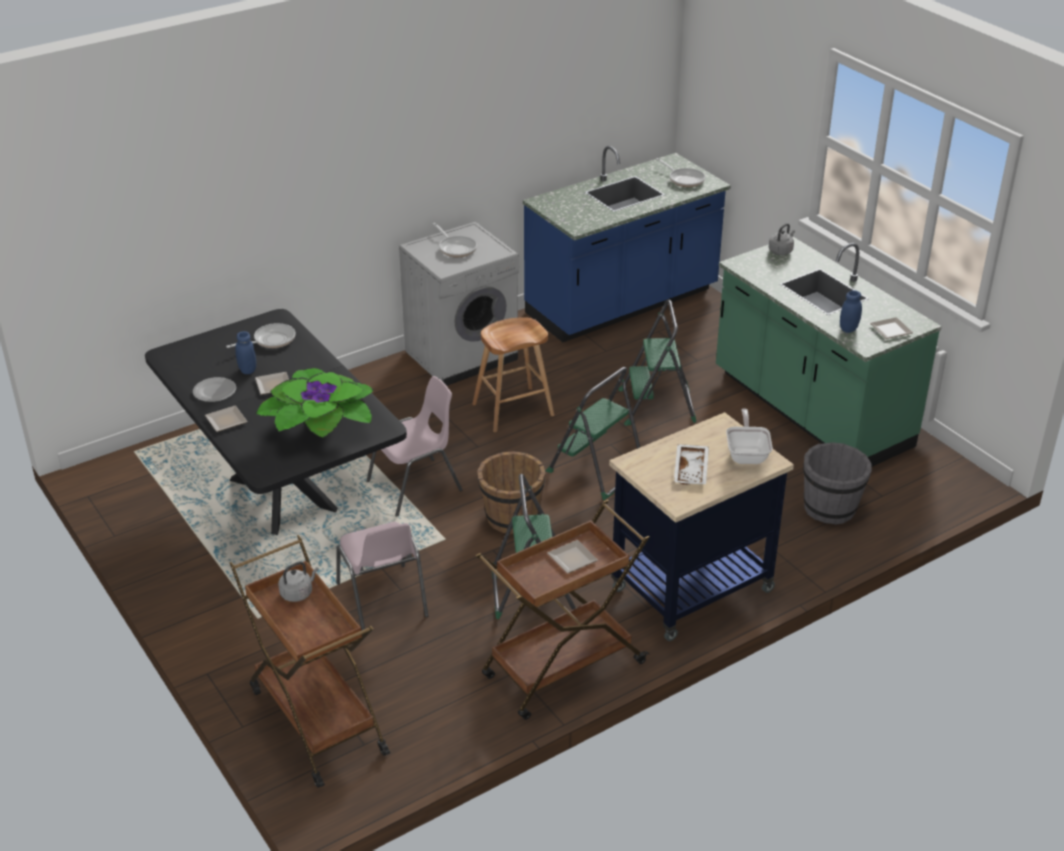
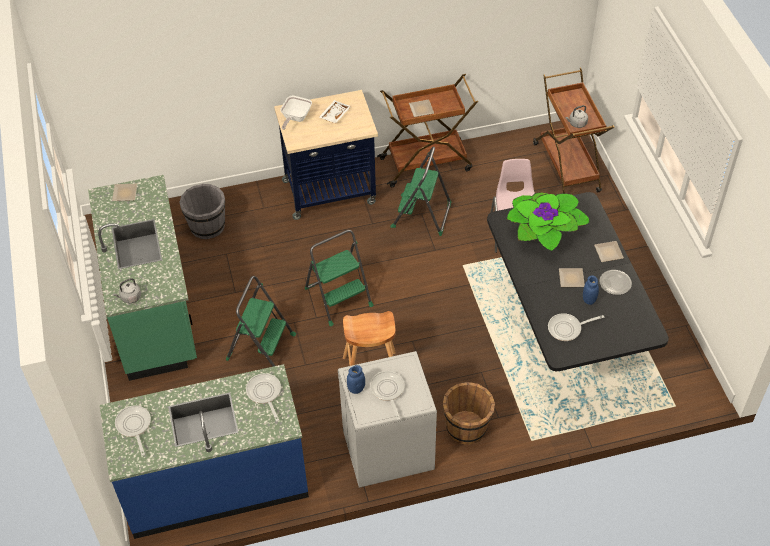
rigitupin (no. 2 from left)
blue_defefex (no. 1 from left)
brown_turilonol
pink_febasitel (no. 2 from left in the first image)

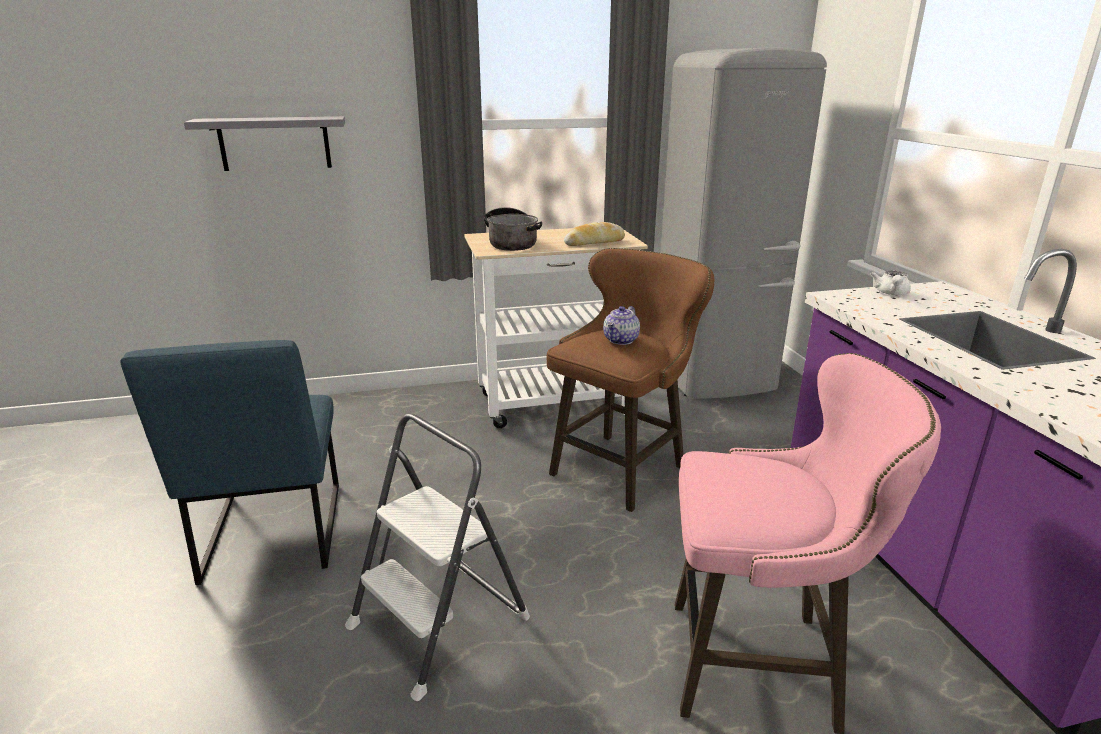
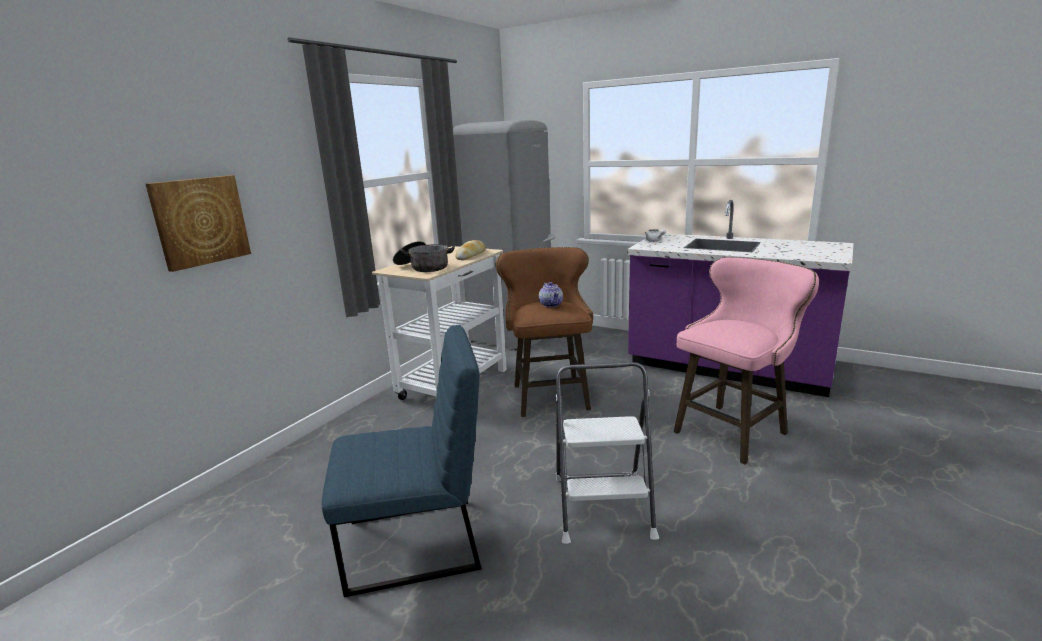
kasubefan
blue_febasitel

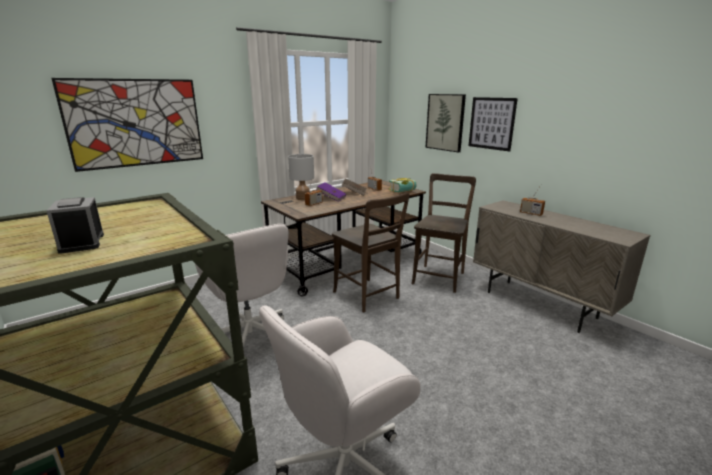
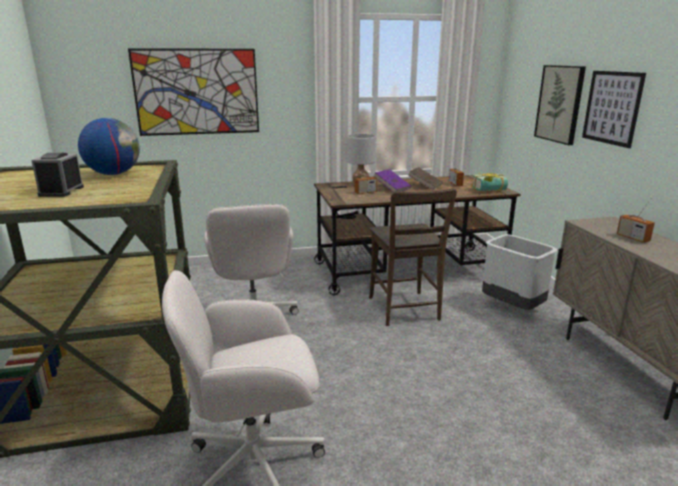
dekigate
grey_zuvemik

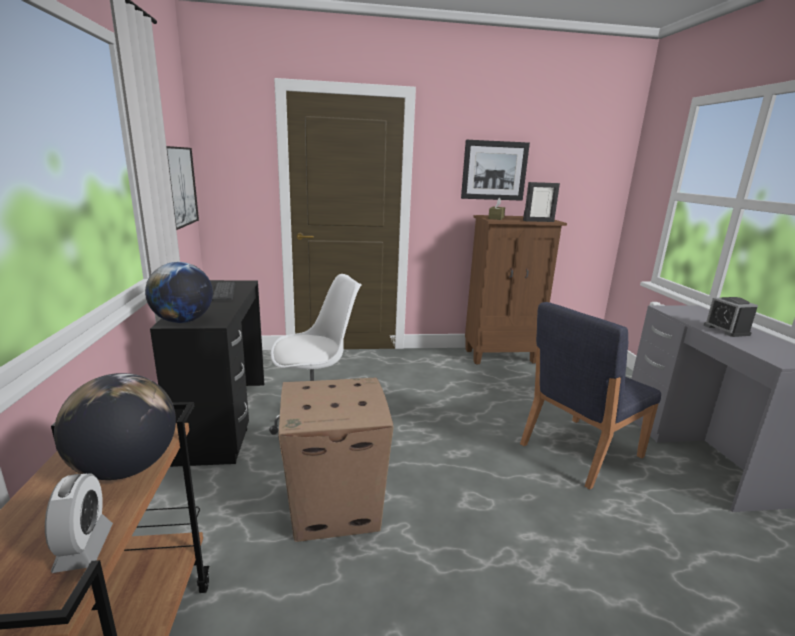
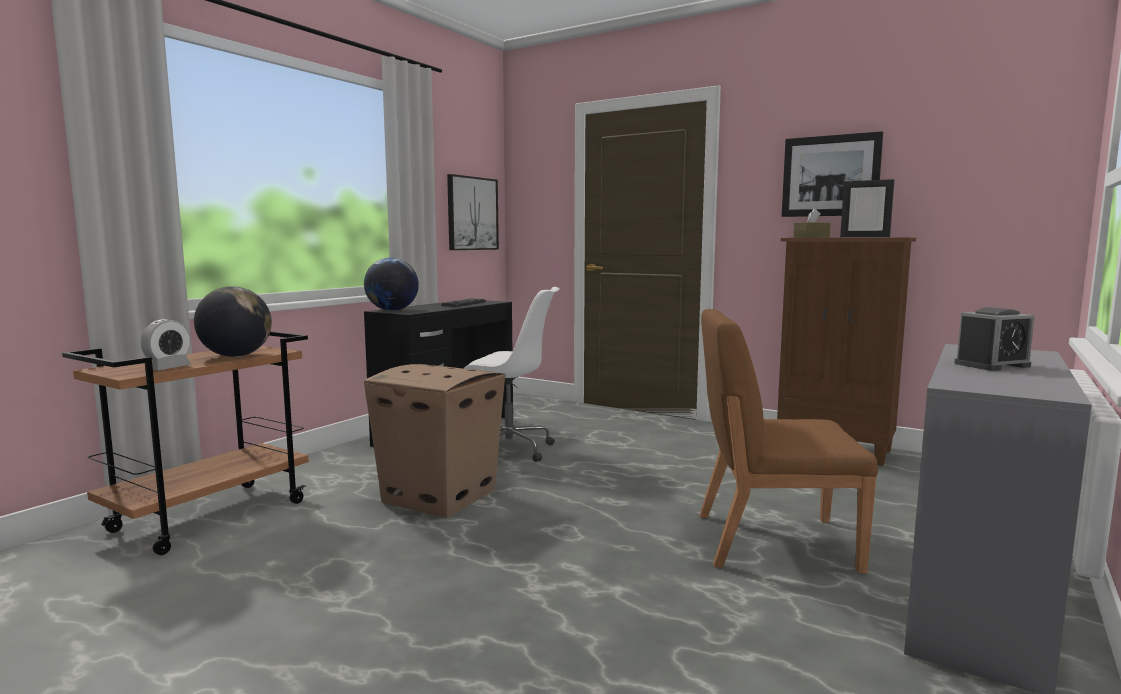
brown_febasitel
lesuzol (no. 2 from left)

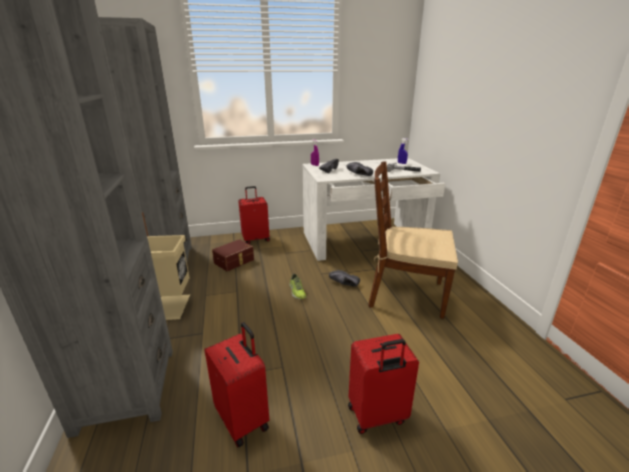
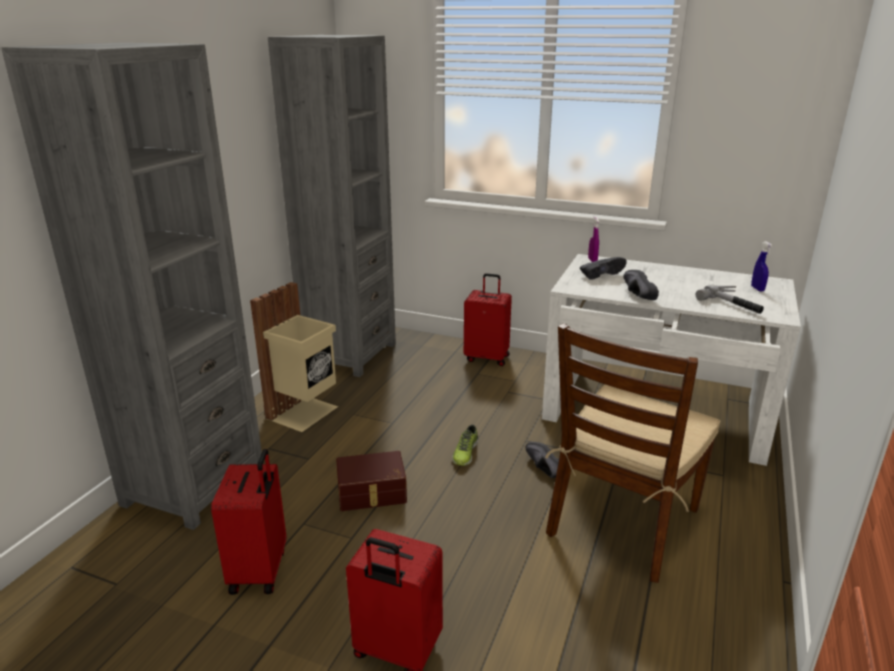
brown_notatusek
brown_febasitel

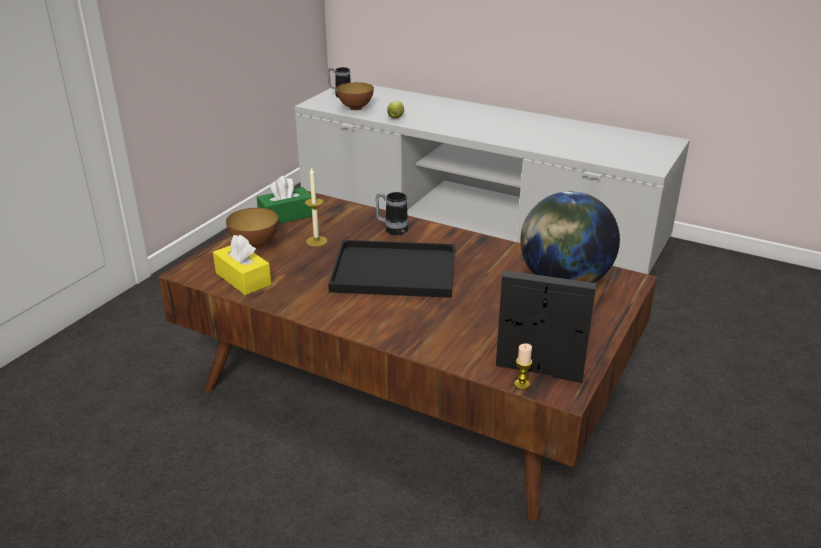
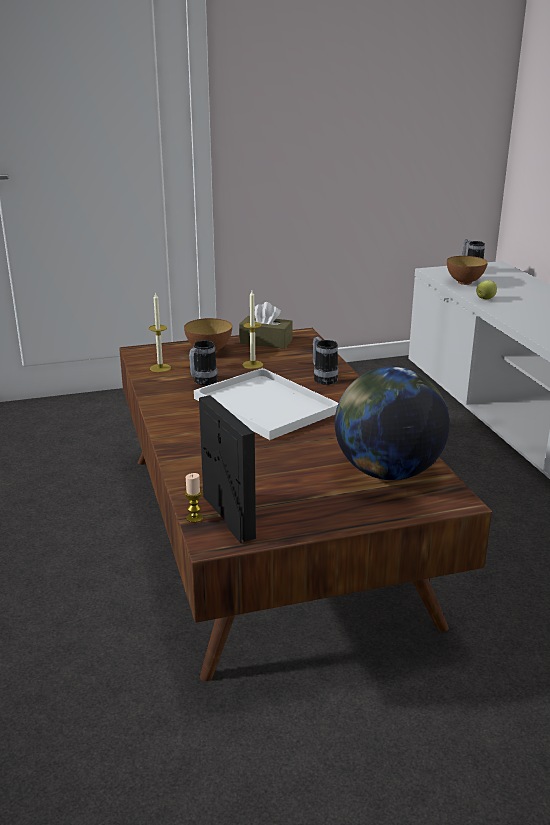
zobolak (no. 1 from left)
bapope (no. 1 from left)
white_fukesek
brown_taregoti

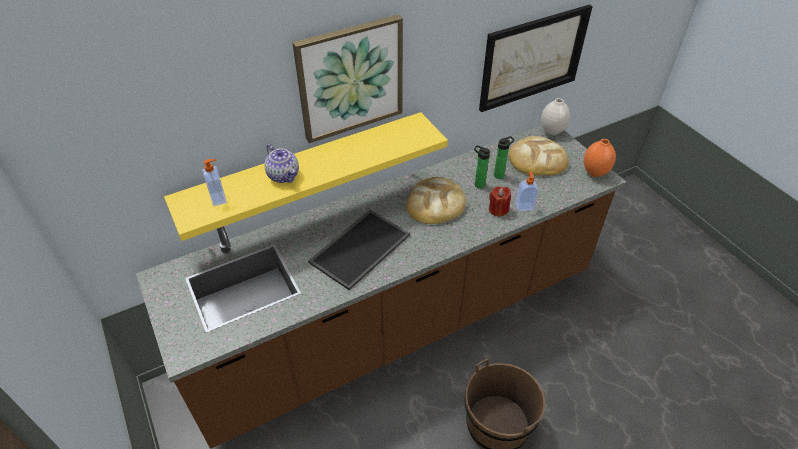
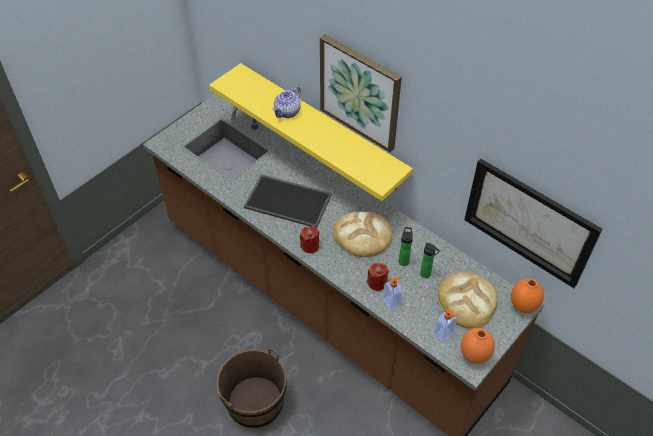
red_zobolak (no. 1 from left)
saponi (no. 2 from left)
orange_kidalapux (no. 2 from left)

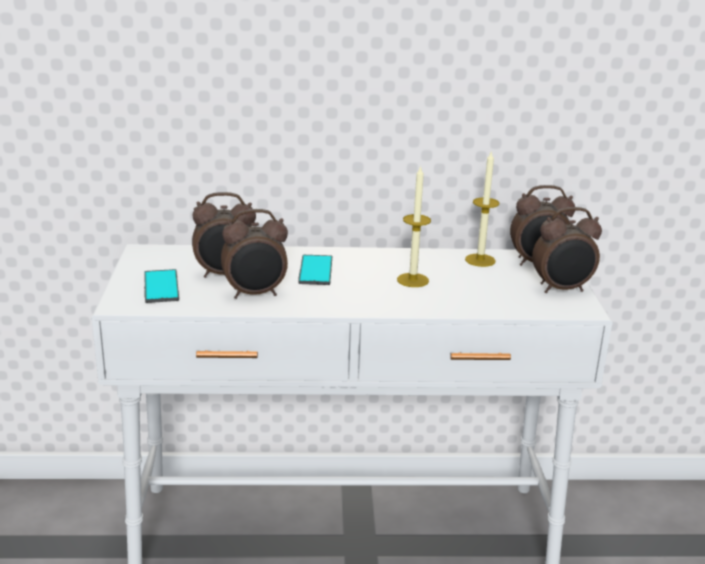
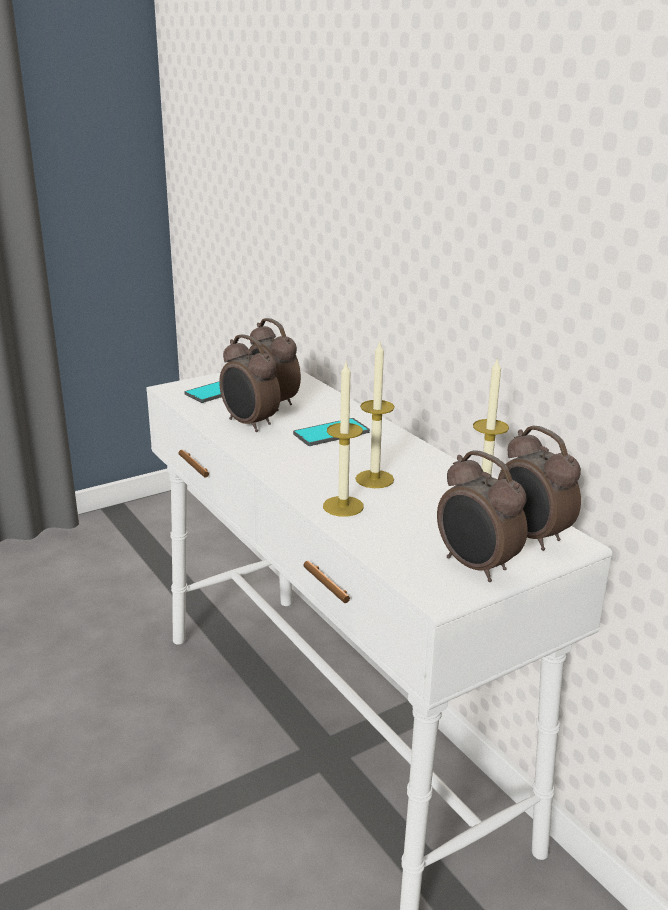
zobolak (no. 1 from left)

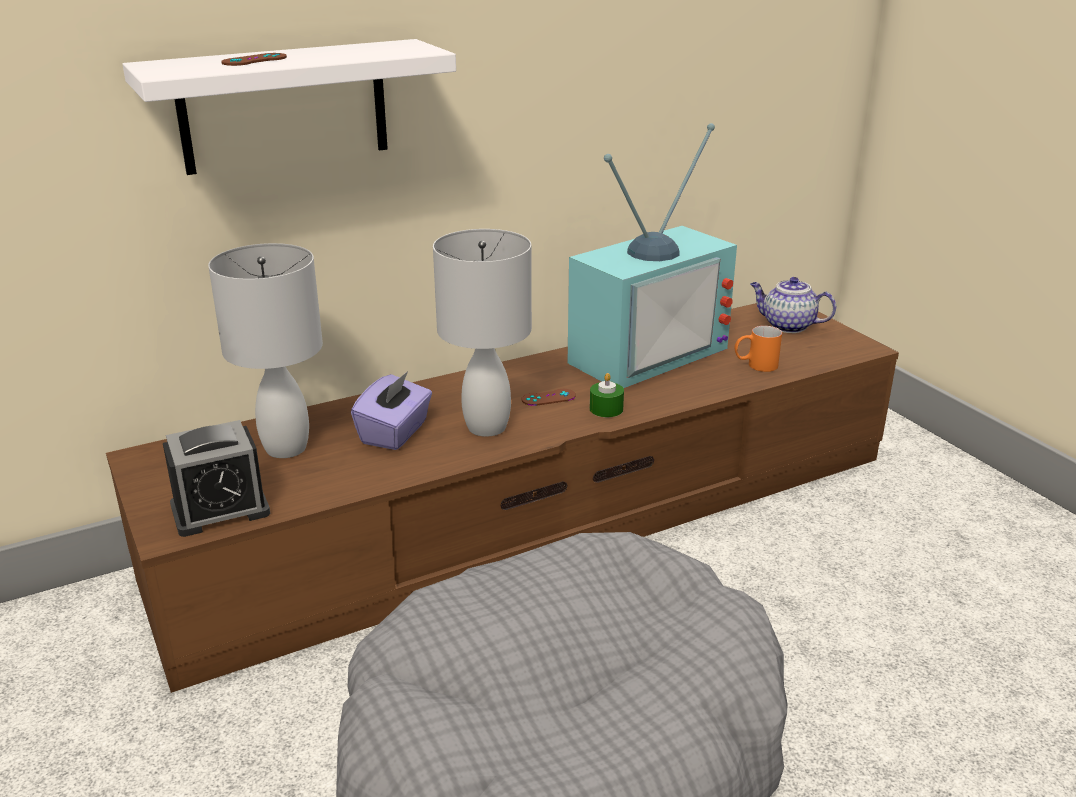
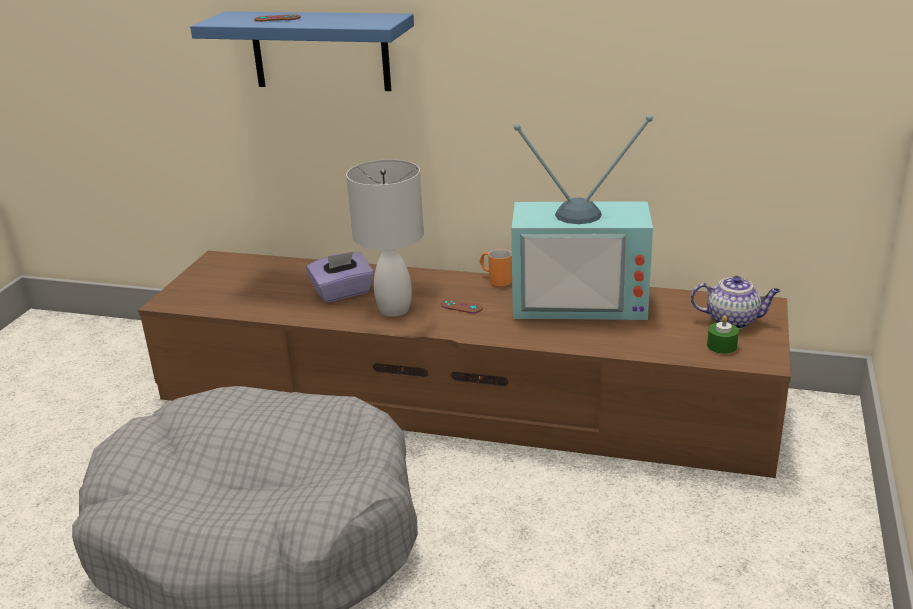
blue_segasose
orange_bapope
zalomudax
green_zobolak
lesuzol
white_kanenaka (no. 1 from left in the first image)

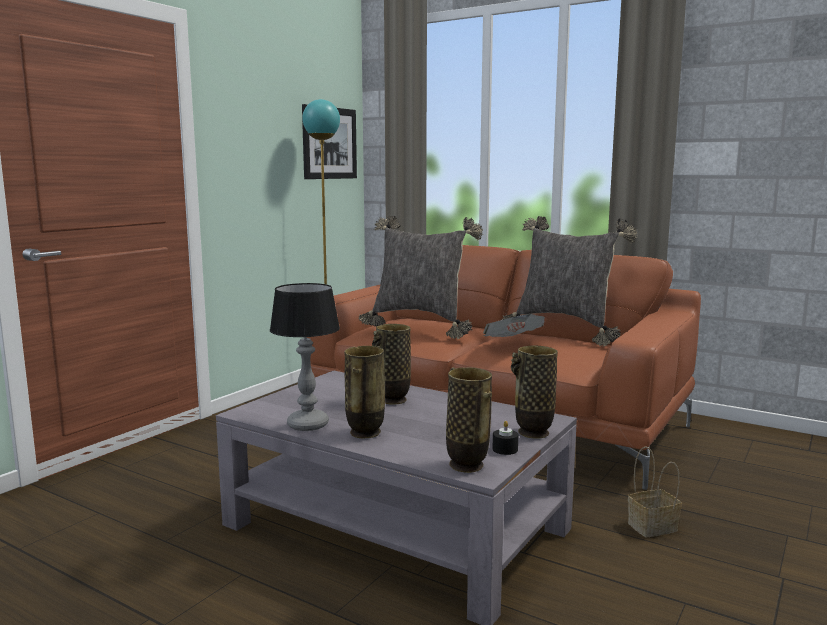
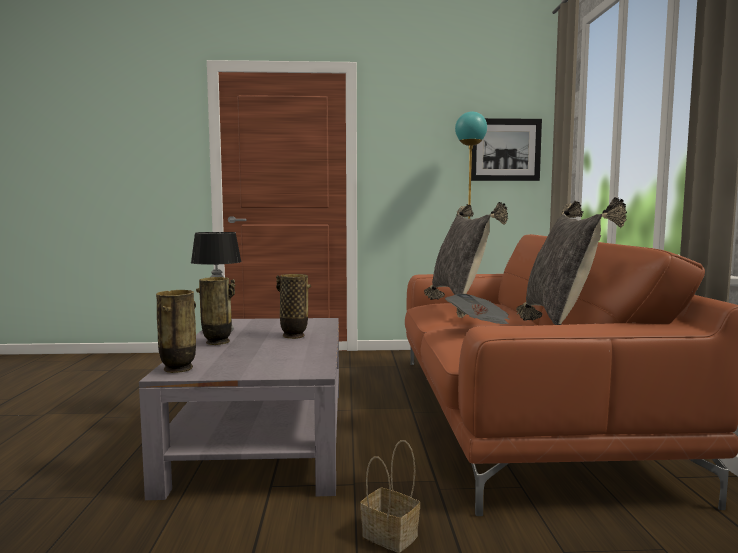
black_zobolak
kidalapux (no. 4 from left in the first image)

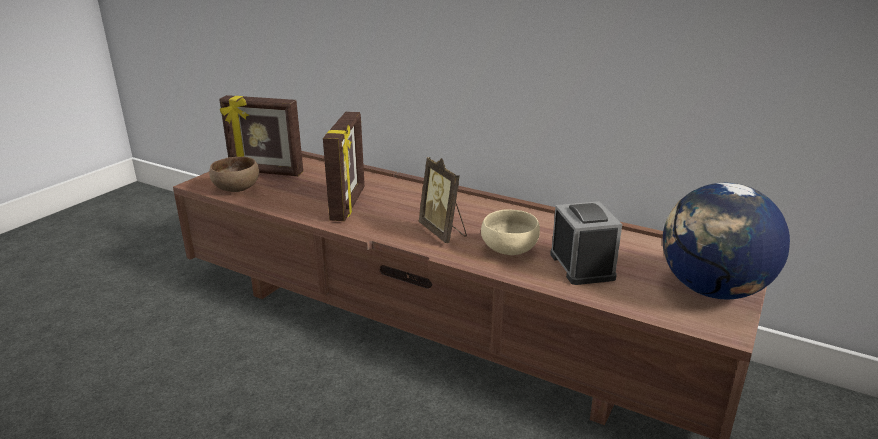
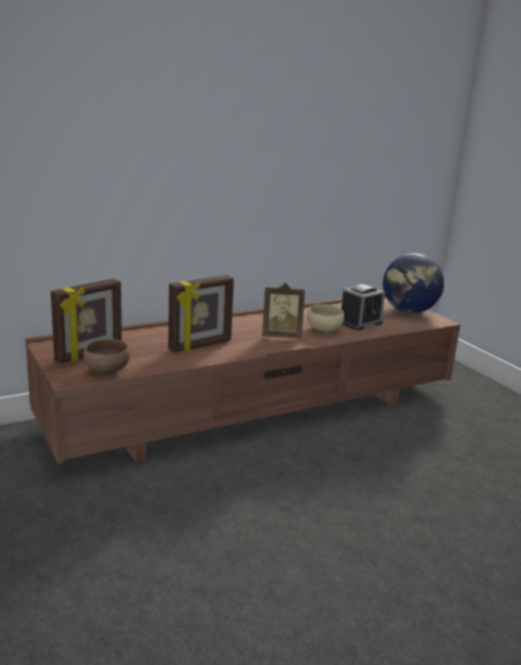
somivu (no. 2 from left)
lesuzol

